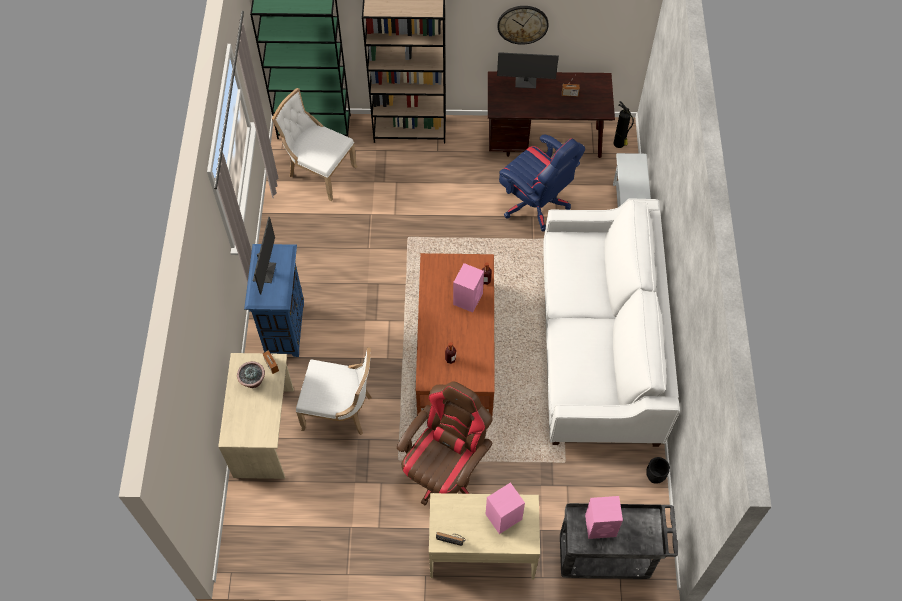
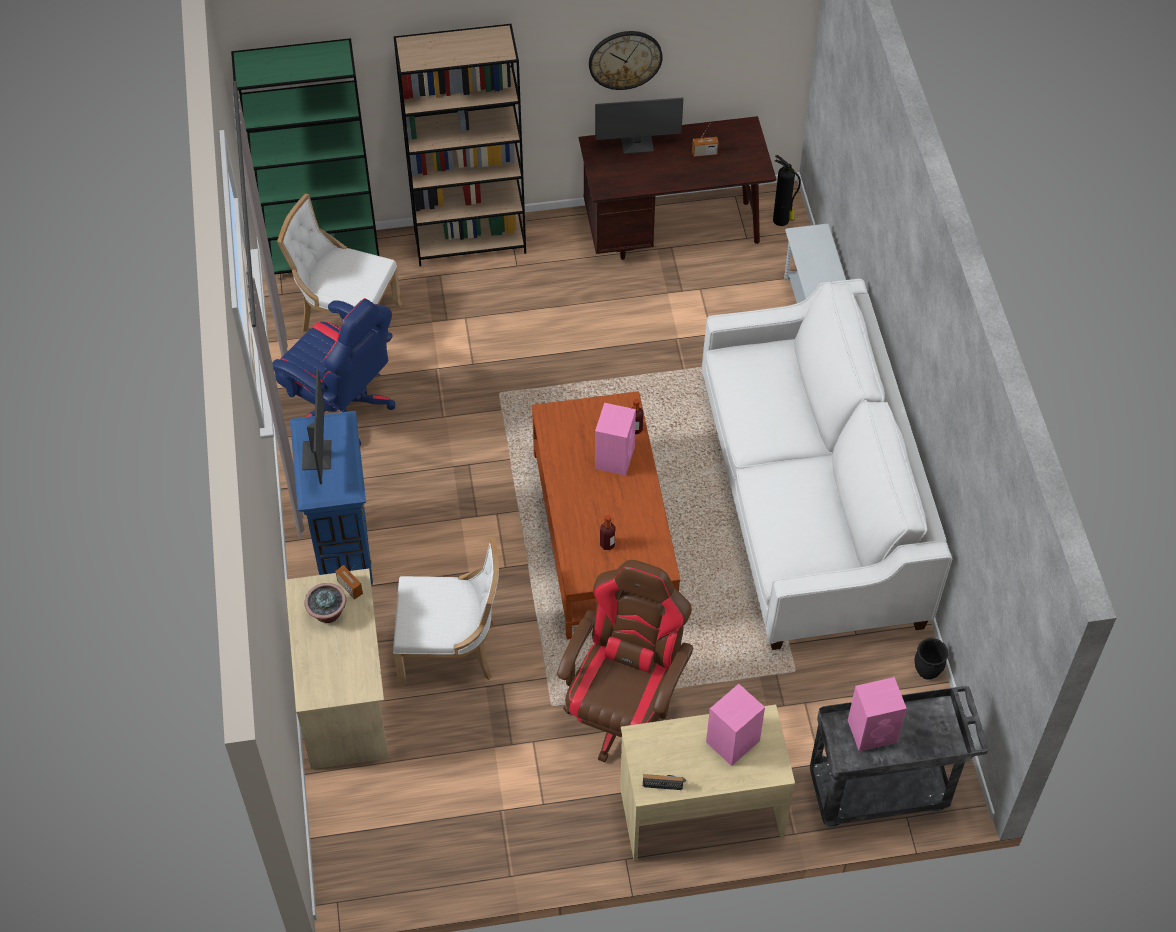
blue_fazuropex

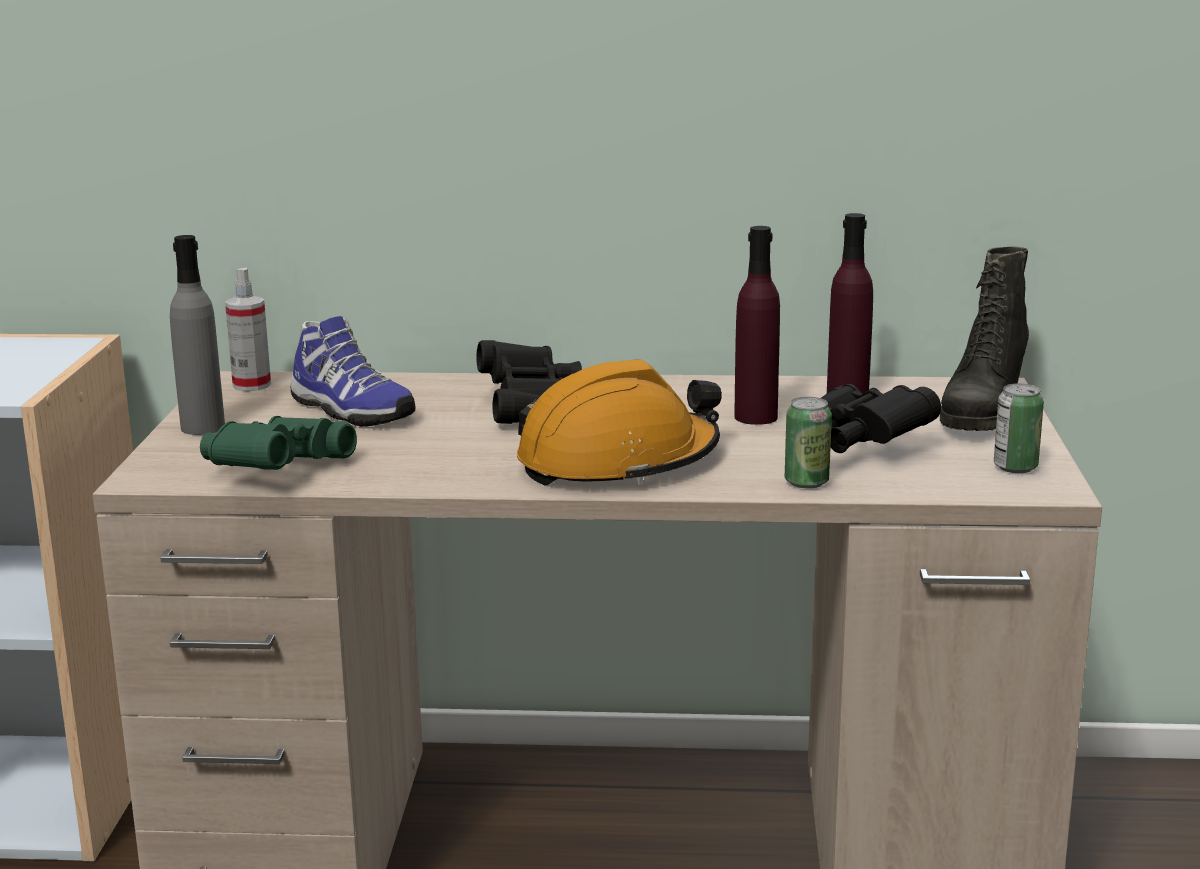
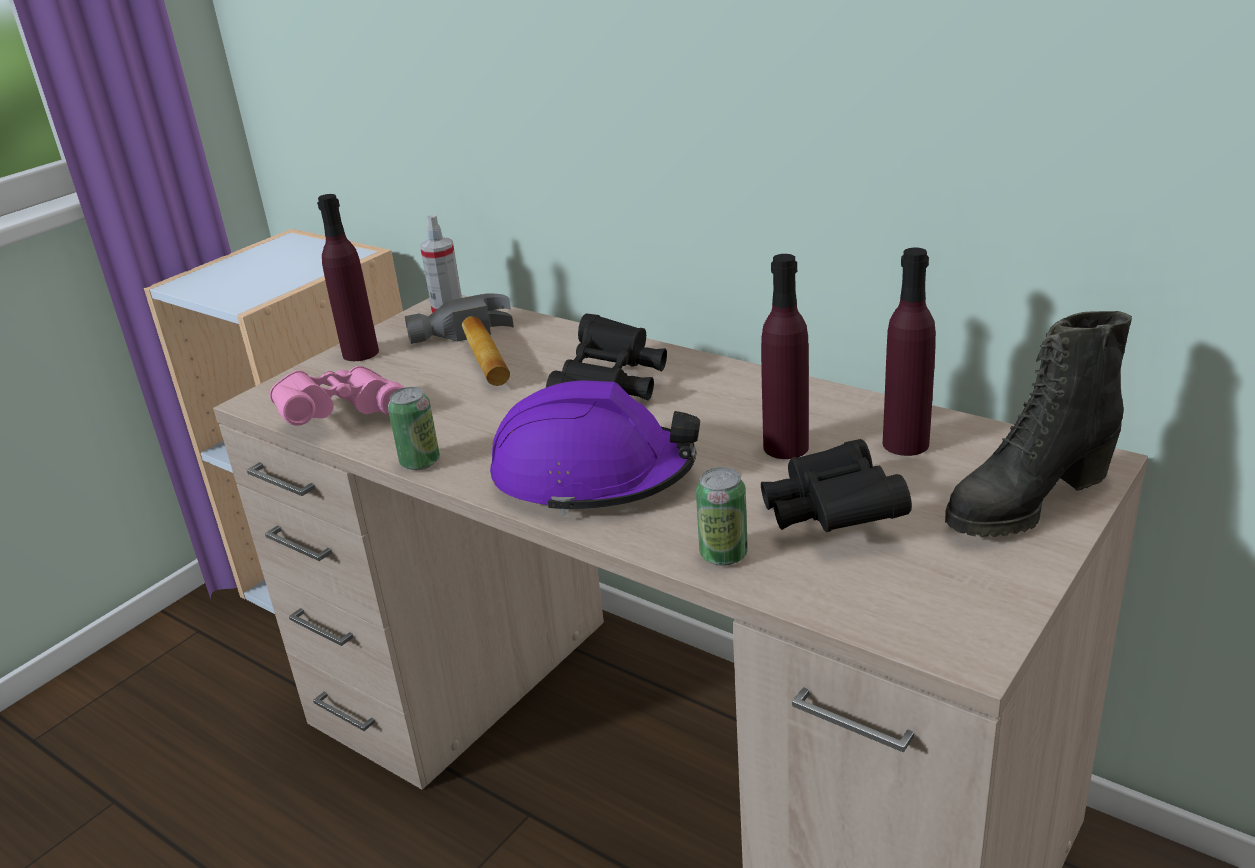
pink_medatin
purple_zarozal (no. 1 from left)
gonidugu (no. 1 from left)
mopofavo
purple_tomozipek

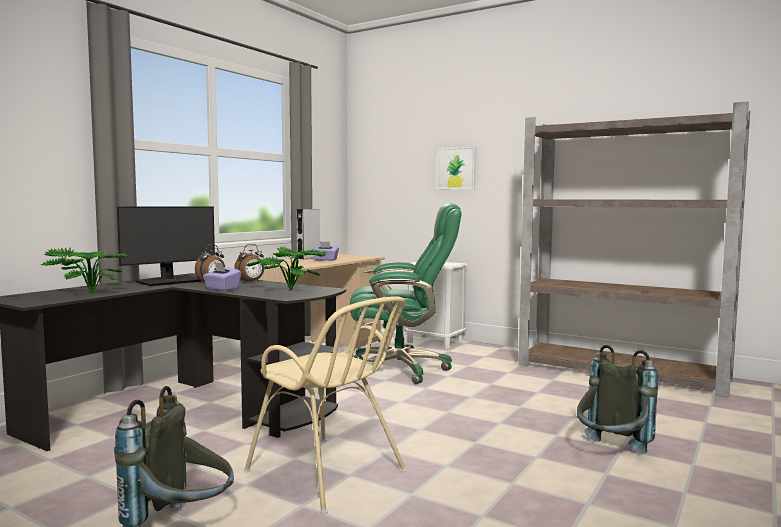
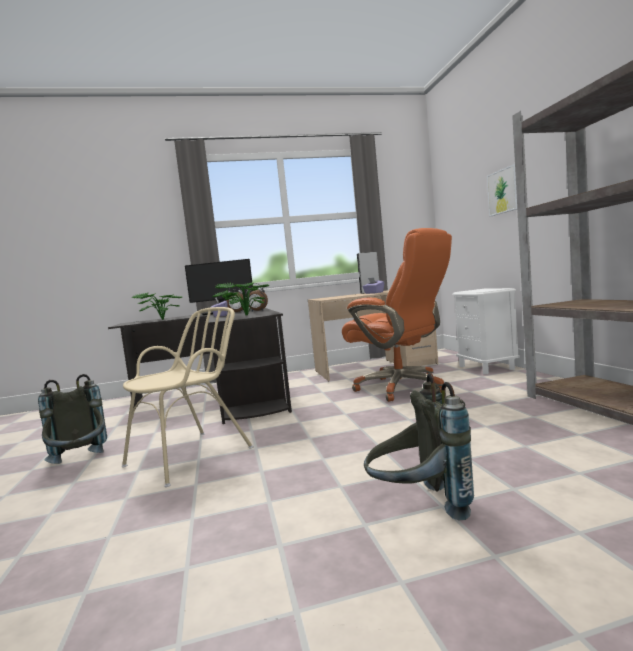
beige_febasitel
orange_fazuropex

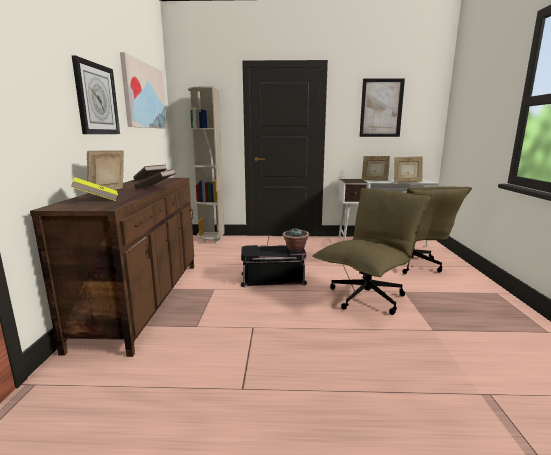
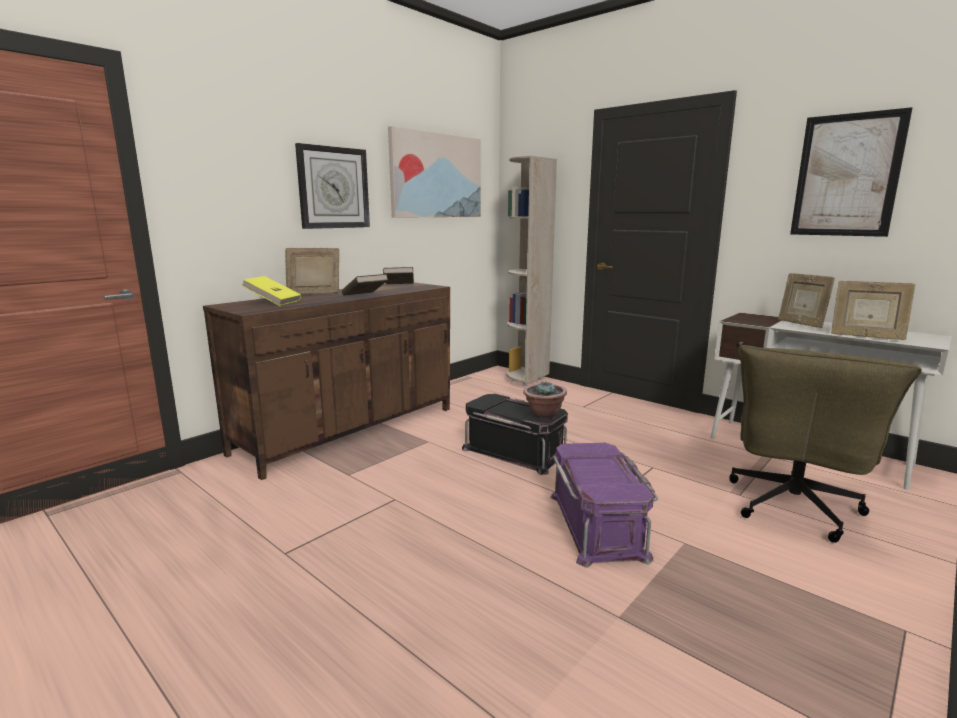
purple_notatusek

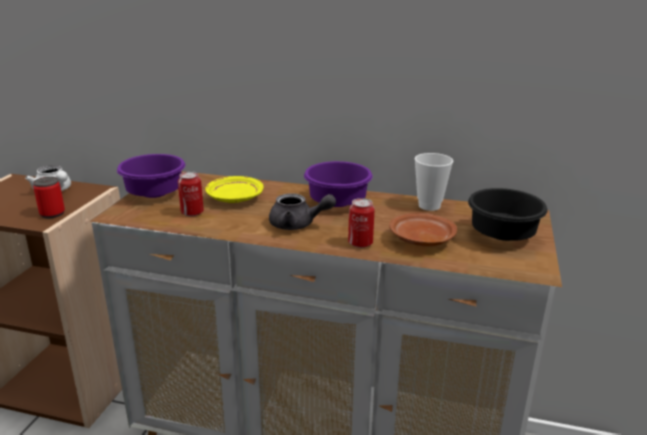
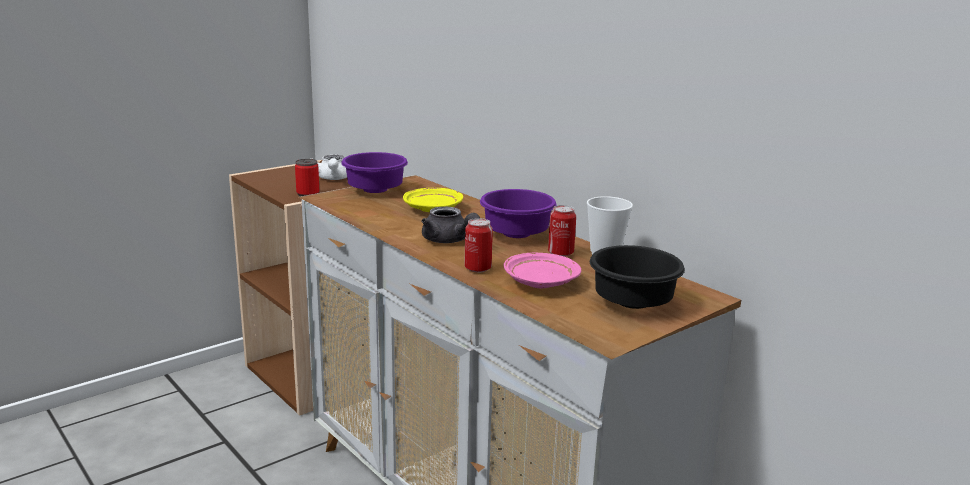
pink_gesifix
gonidugu (no. 3 from left)

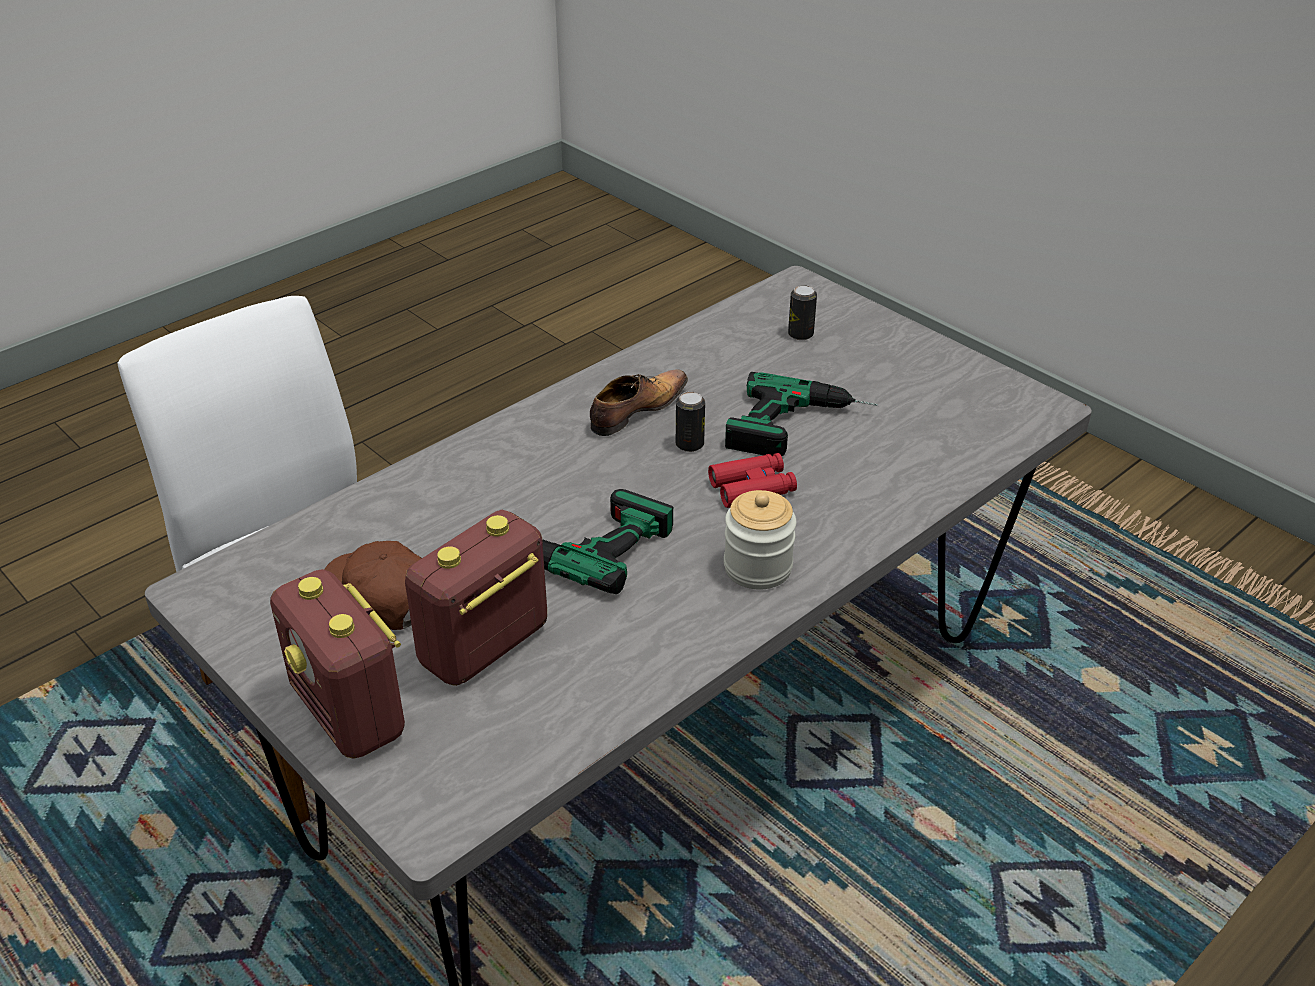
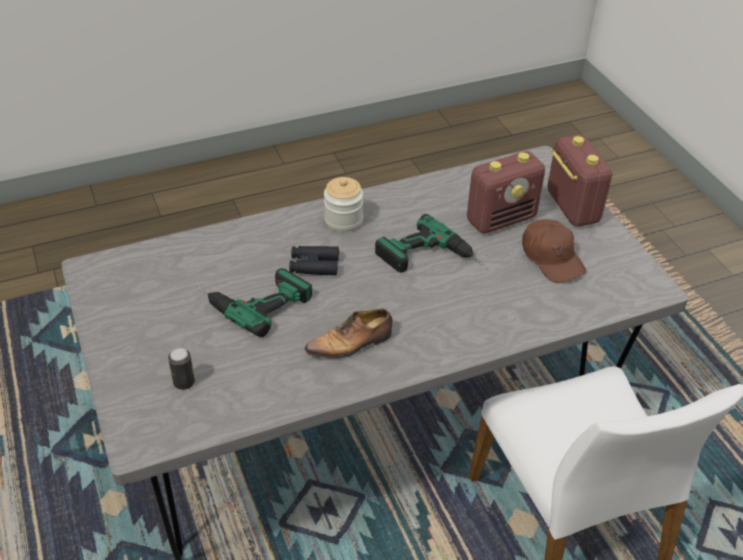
black_medatin
gonidugu (no. 1 from left in the first image)

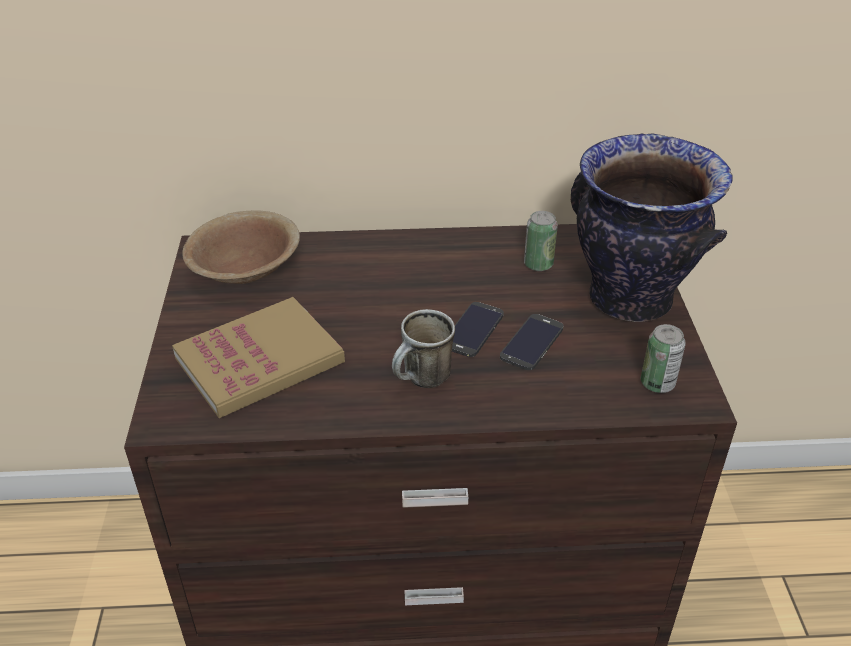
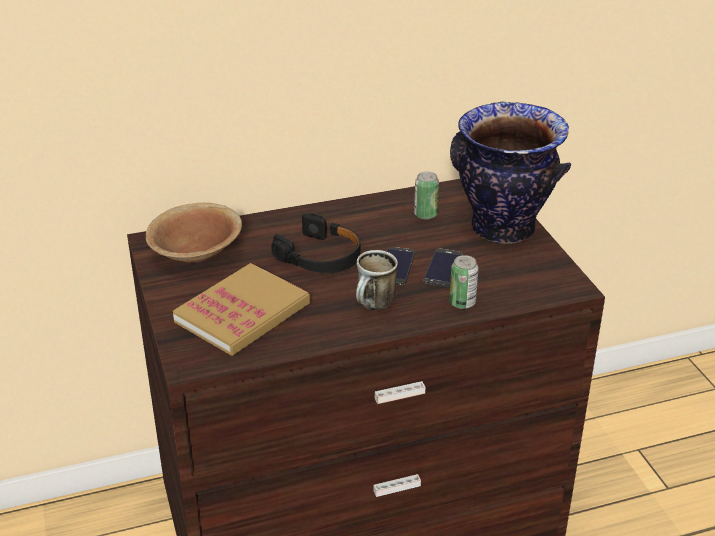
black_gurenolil
gonidugu (no. 2 from left)

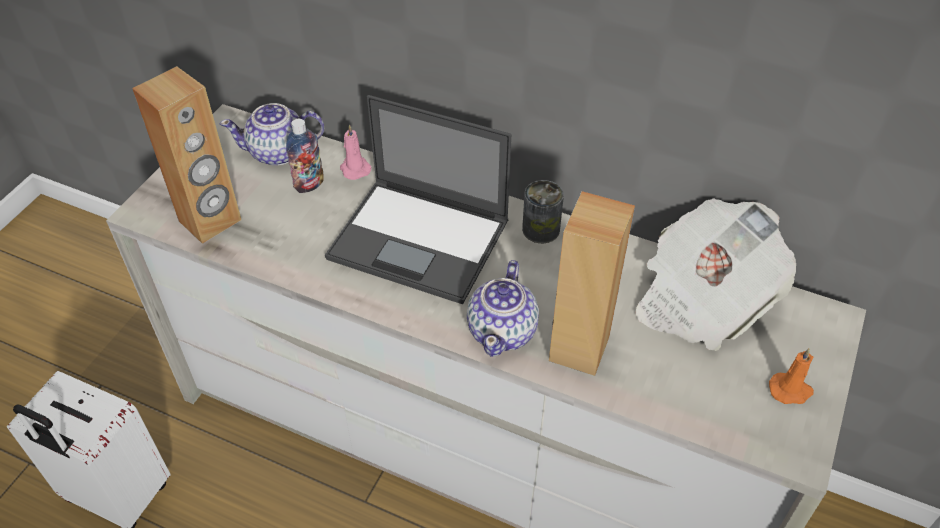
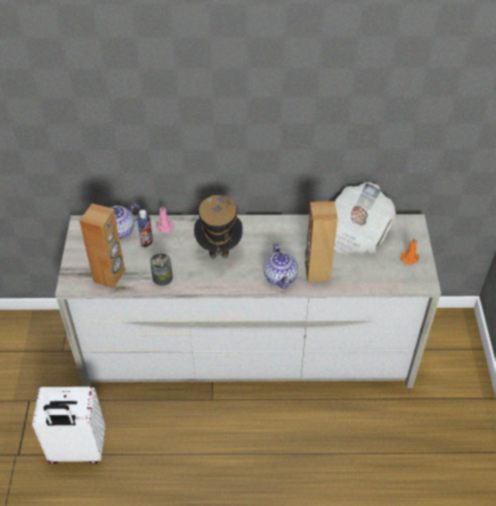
gonidugu
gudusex

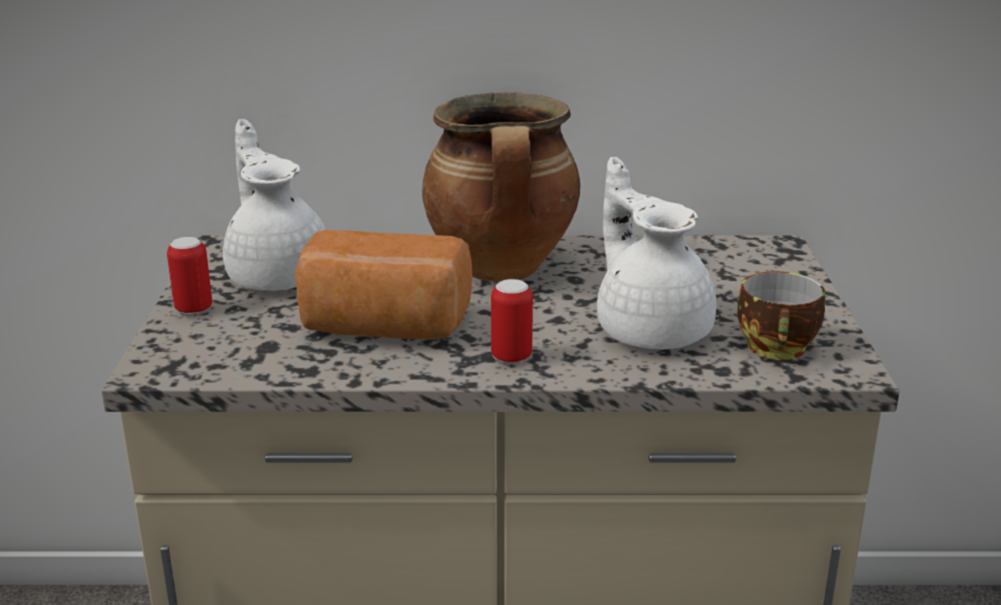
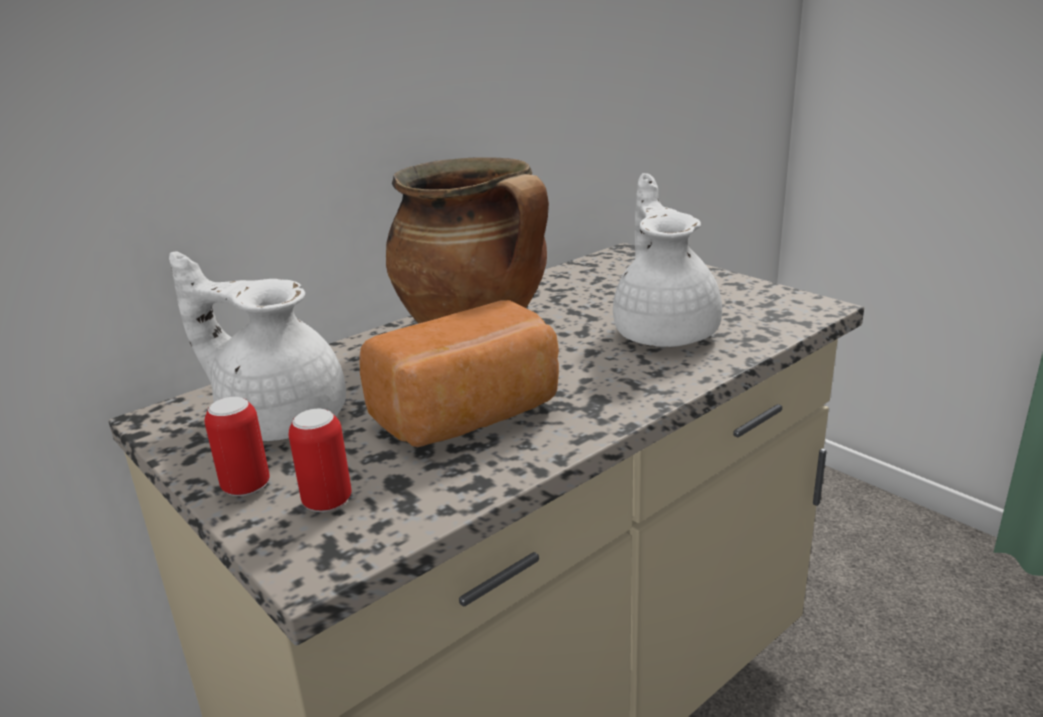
gonidugu (no. 2 from left)
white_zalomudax (no. 2 from left)
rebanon

